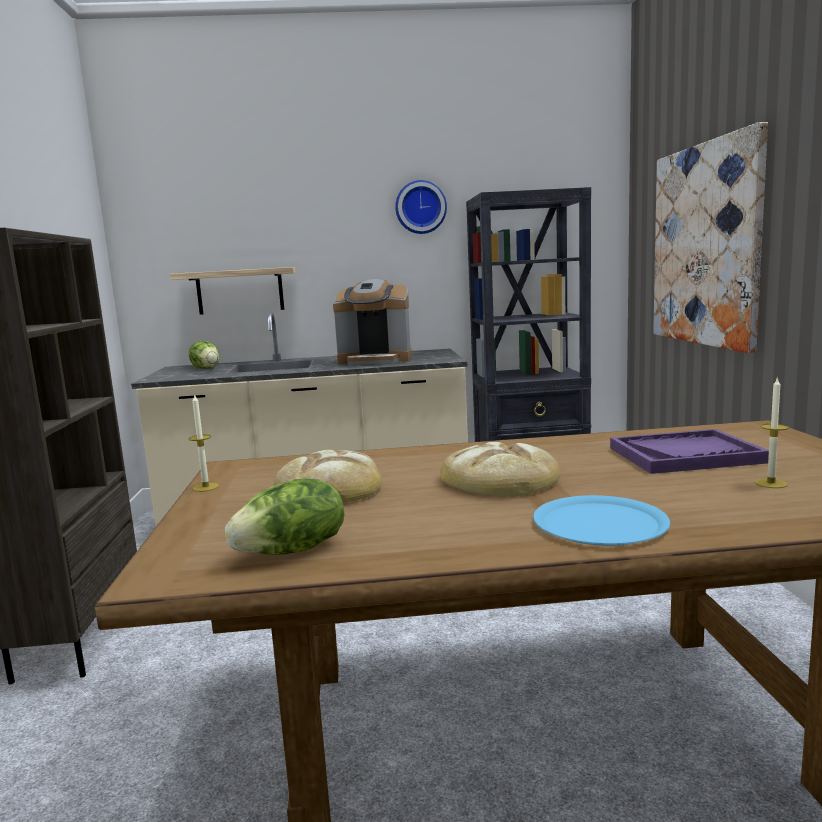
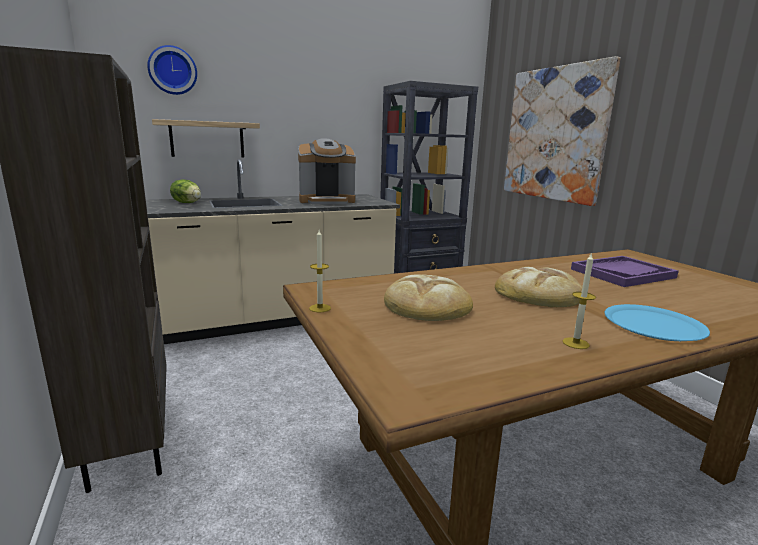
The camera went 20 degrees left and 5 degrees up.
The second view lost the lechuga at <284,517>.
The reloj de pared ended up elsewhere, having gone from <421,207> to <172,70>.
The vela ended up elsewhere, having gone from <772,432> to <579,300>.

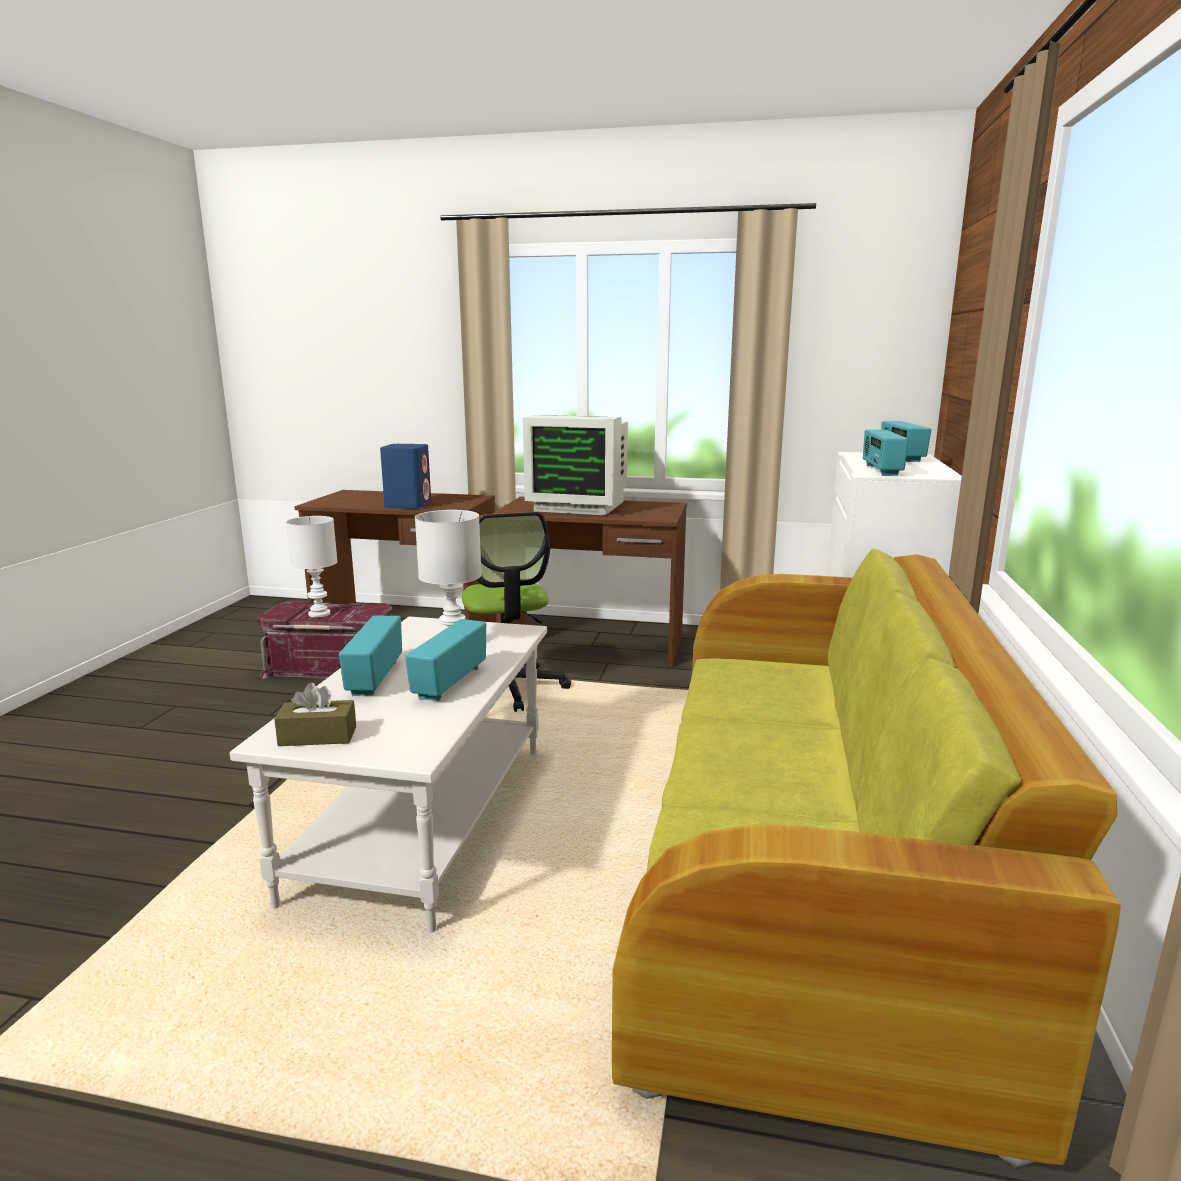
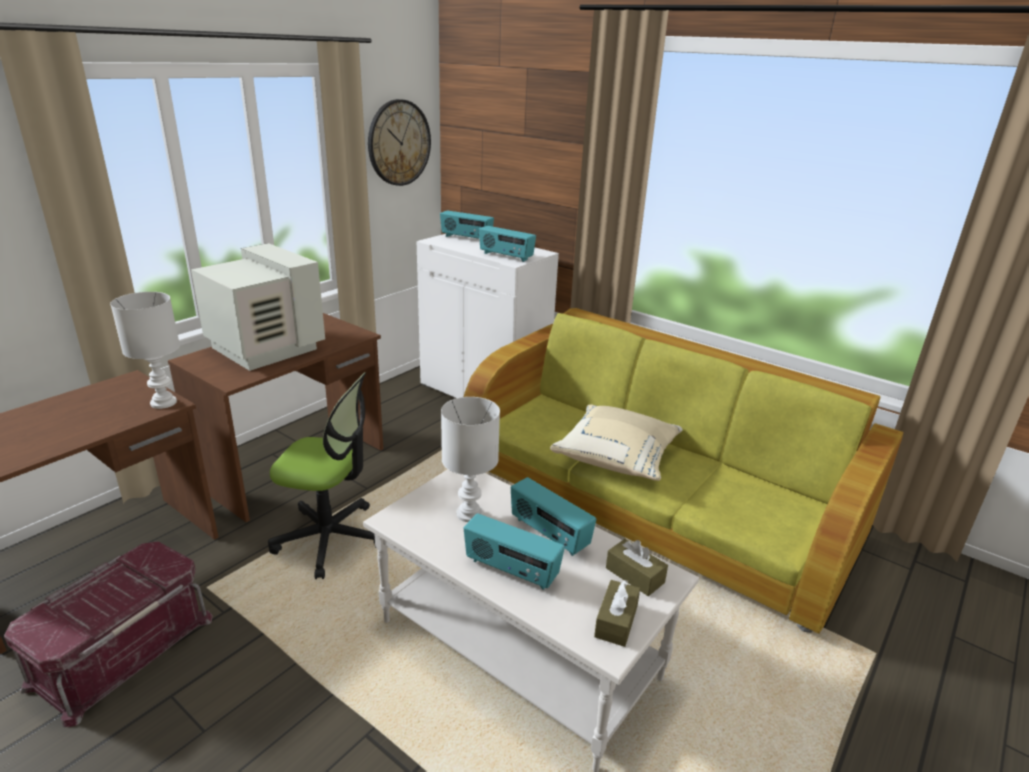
The camera went 65 degrees left and 10 degrees up.
The second view lost the altavoz/azul at <405,476>.
The second view gained the reloj de pared at <399,142>.
The second view gained the cojín/beis at <616,442>.
The second view gained the caja de pañuelos/marrón at <637,567>.
The lámpara de mesa/blanco ended up elsewhere, having gone from <312,567> to <145,350>.
The monitor at <575,465> ended up facing another way, 90 degrees counterclockwise from before.

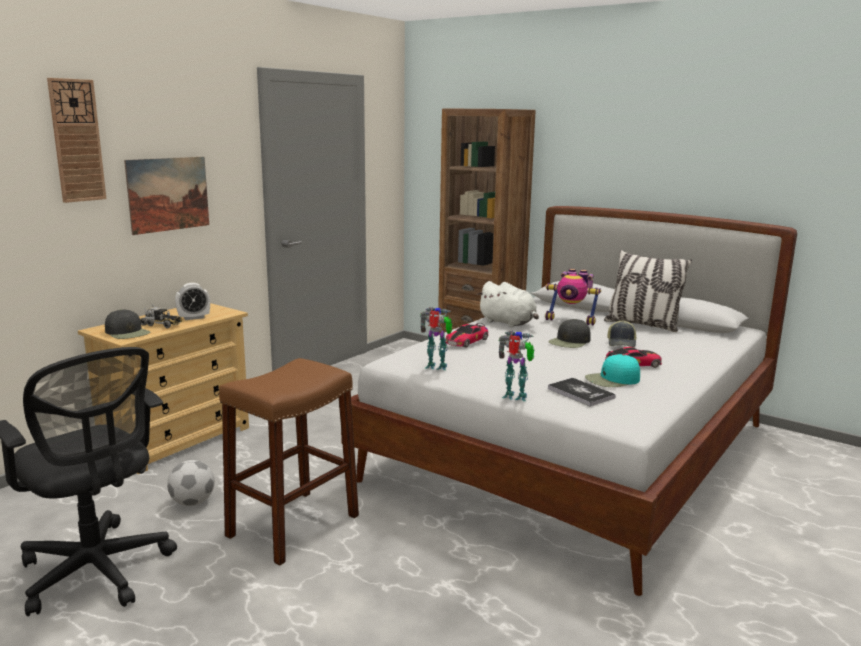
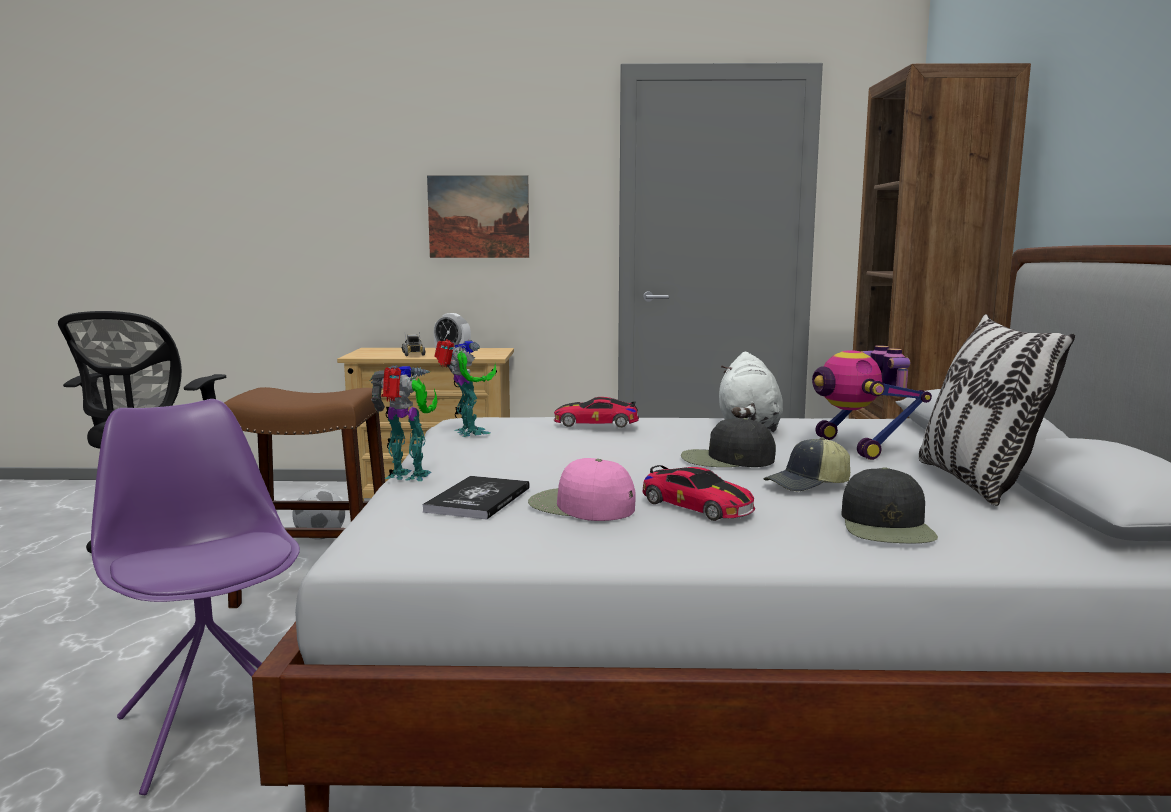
The camera went 55 degrees right and 5 degrees down.
The second view lost the reloj de pared at <76,140>.
The second view gained the silla/morado at <195,597>.
The gorra/negro ended up elsewhere, having gone from <127,324> to <889,505>.
What was the gorra/turquesa at <612,370> turned into the gorra/rosa at <582,489>.
The robot de juguete at <516,366> ended up facing another way, 60 degrees counterclockwise from before.

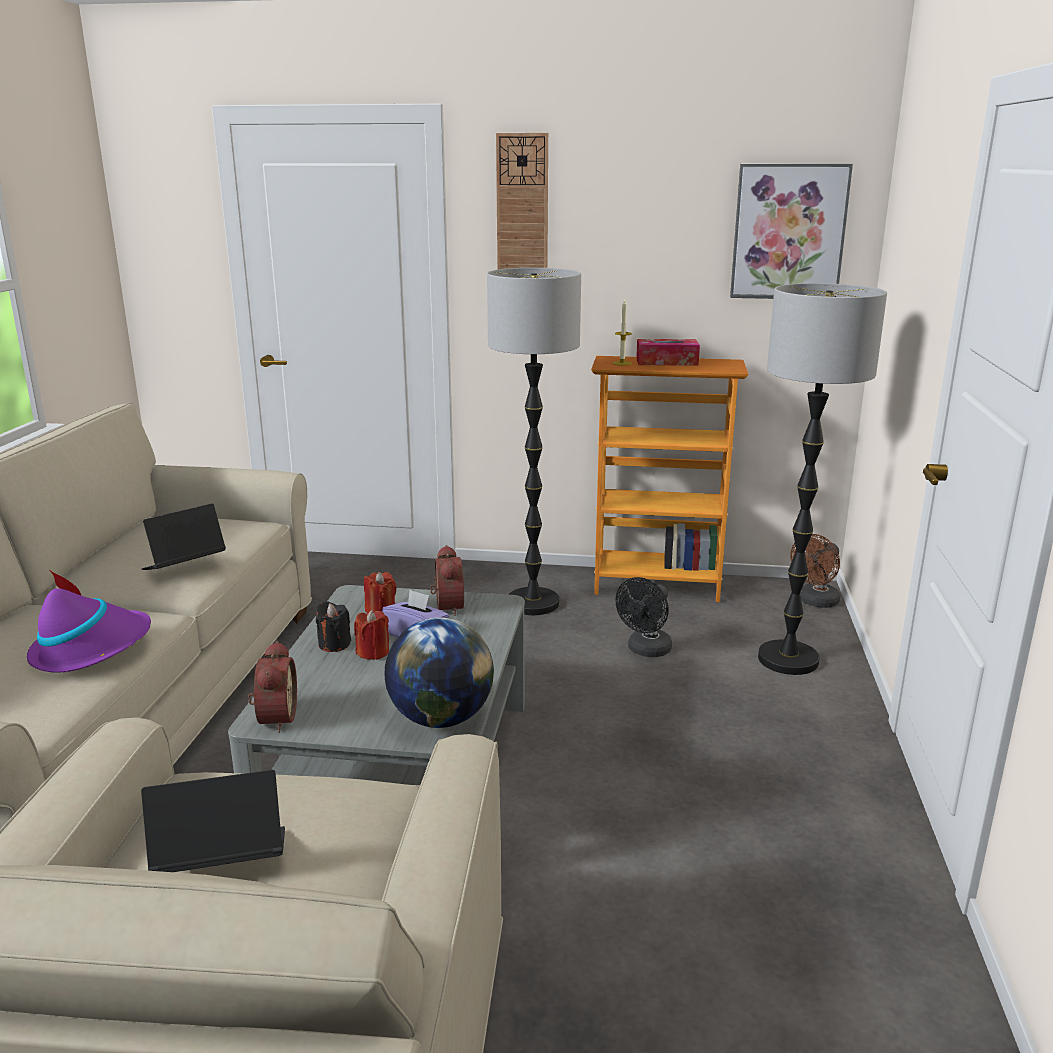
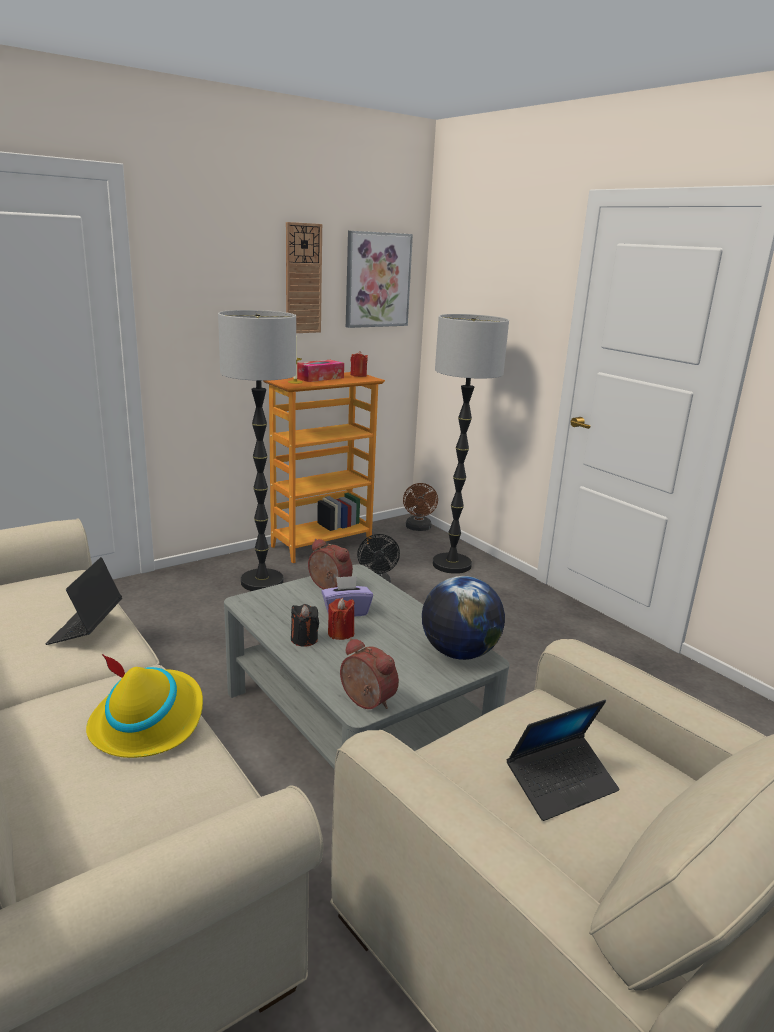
The camera went 45 degrees left and 0 degrees up.
The vela/rojo ended up elsewhere, having gone from <380,592> to <359,364>.
The reloj de pared ended up elsewhere, having gone from <522,201> to <304,277>.
What was the sombrero/morado at <89,621> turned into the sombrero/amarillo at <144,706>.
The portátil at <213,821> ended up facing another way, 150 degrees counterclockwise from before.

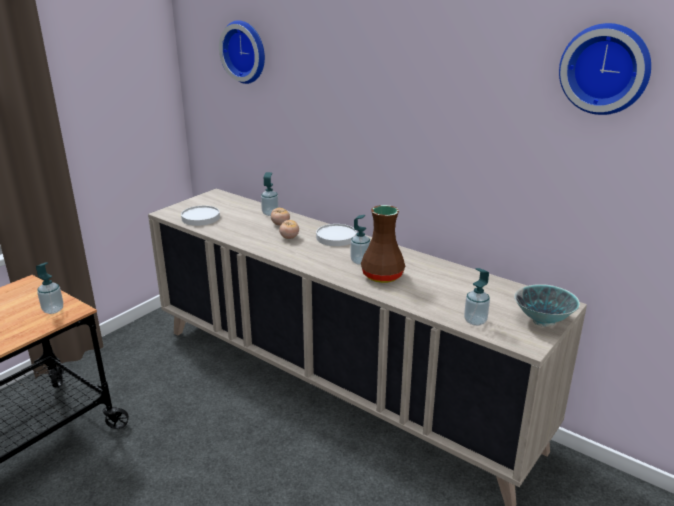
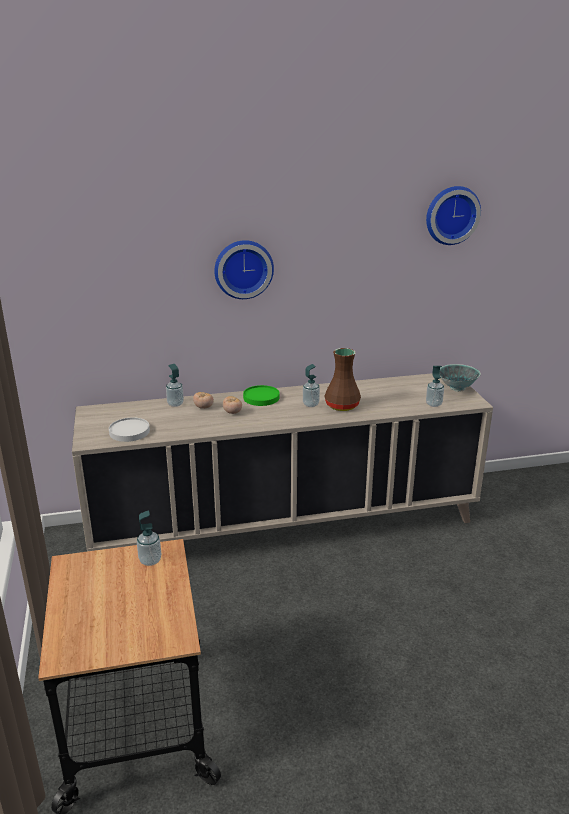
The camera went 50 degrees left and 0 degrees up.
The reloj de pared ended up elsewhere, having gone from <242,52> to <244,269>.
What was the plato/blanco at <336,235> turned into the plato/verde at <261,395>.

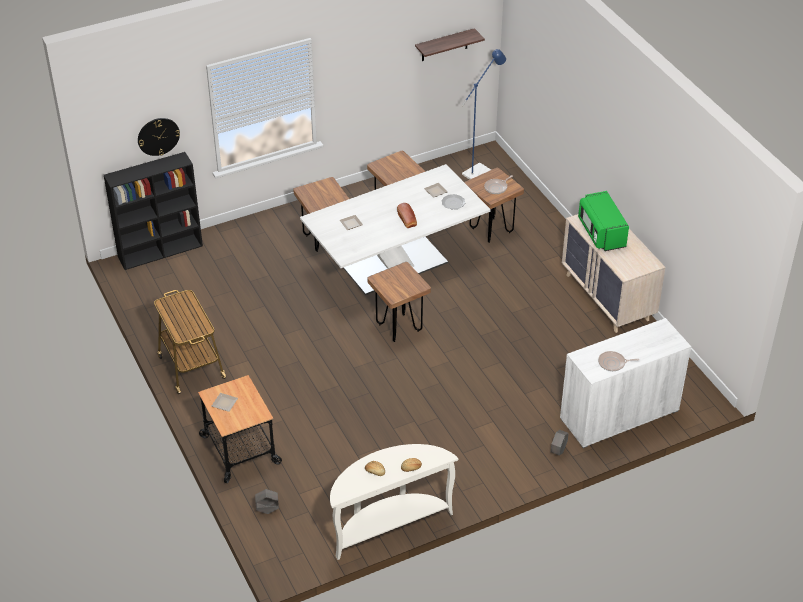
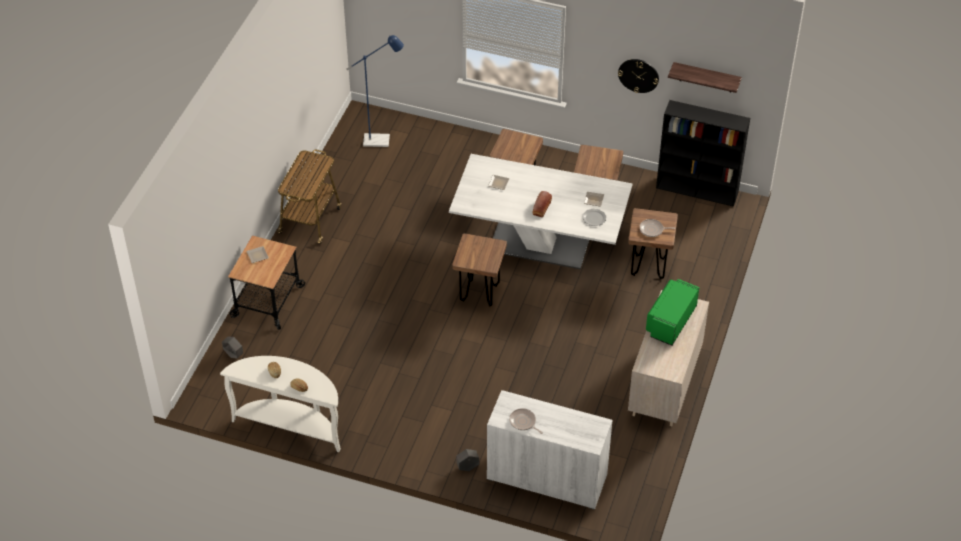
The camera went 45 degrees right and 5 degrees up.
The estantería/negro ended up elsewhere, having gone from <153,211> to <703,153>.
The reloj de pared ended up elsewhere, having gone from <159,137> to <638,76>.
The lámpara de pie/azul ended up elsewhere, having gone from <484,114> to <375,91>.

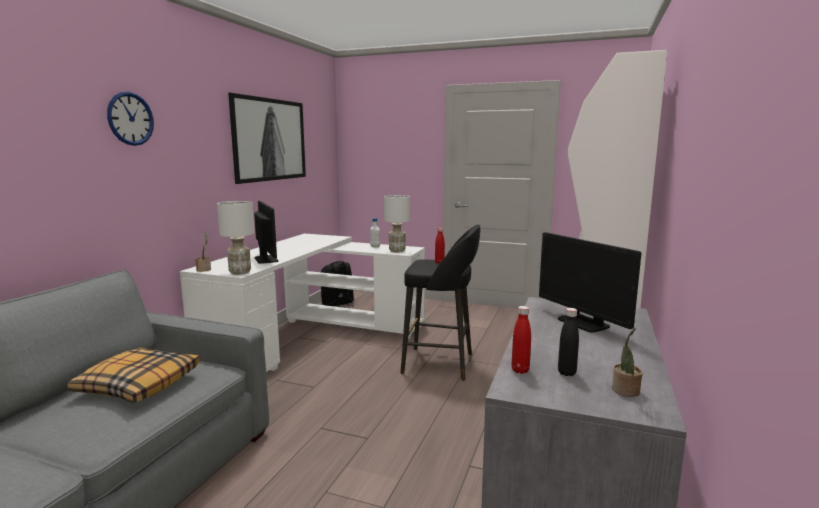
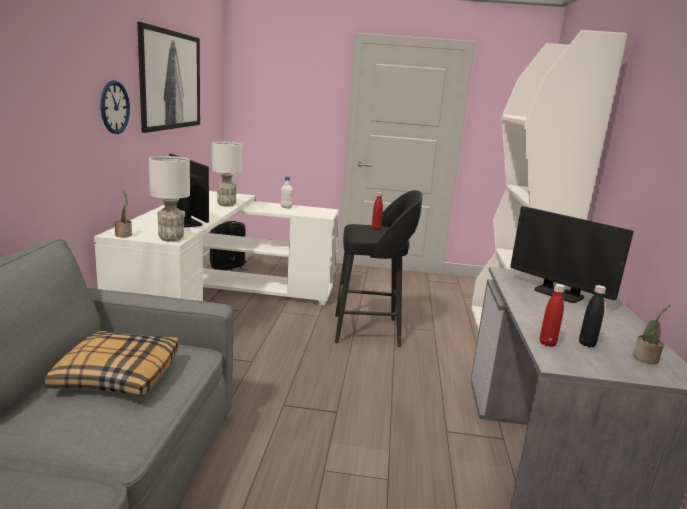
The camera went 15 degrees left and 5 degrees up.
The reloj de pared ended up elsewhere, having gone from <130,119> to <115,107>.
The lámpara de mesa/blanco ended up elsewhere, having gone from <397,223> to <227,174>.

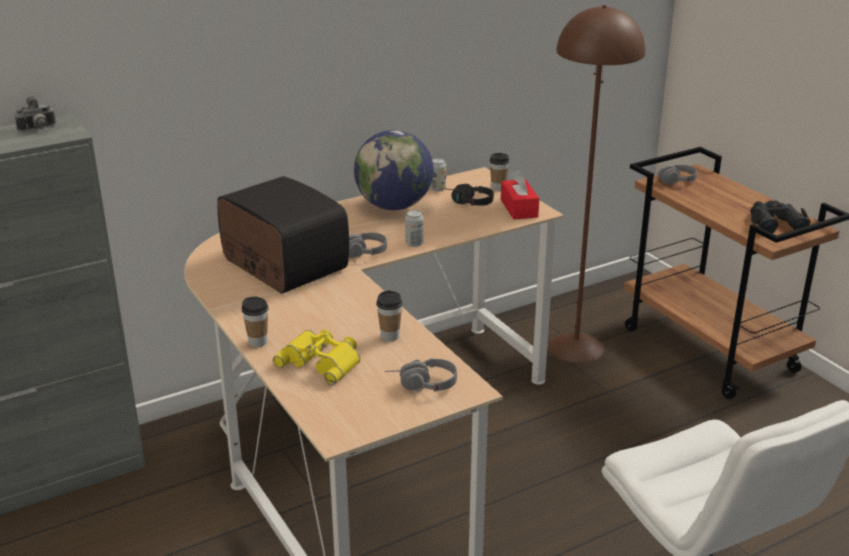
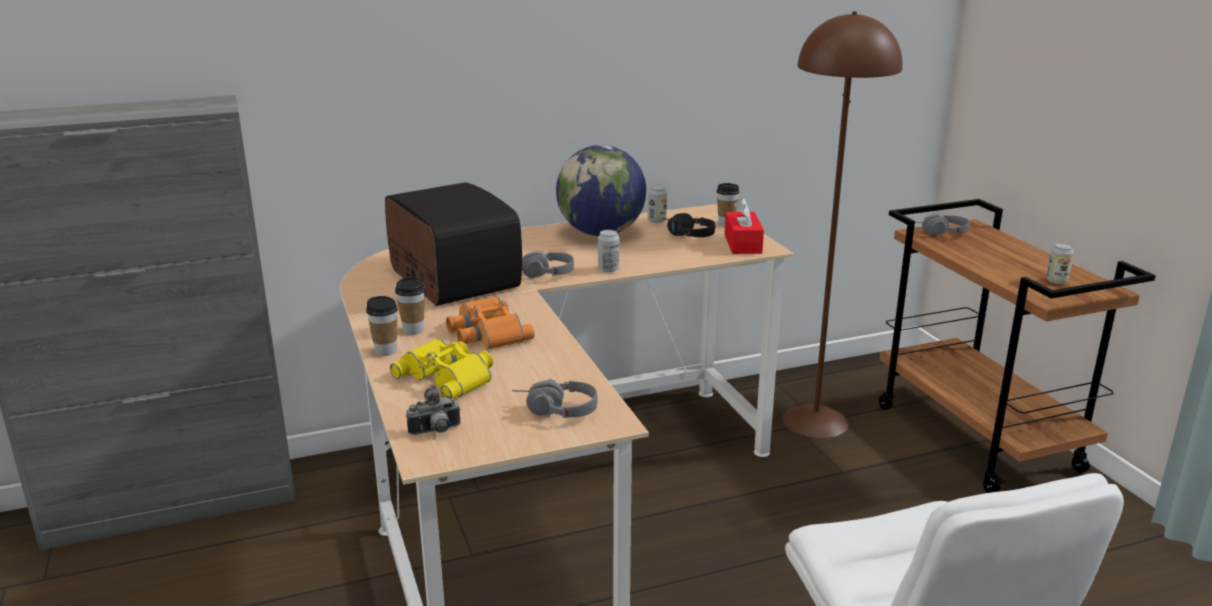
The camera went 10 degrees right and 5 degrees down.
The second view gained the prismáticos/naranja at <490,323>.
The cámara ended up elsewhere, having gone from <35,114> to <433,410>.
The taza ended up elsewhere, having gone from <389,315> to <410,306>.
Where the prismáticos/negro stood at <780,216>, the lata came to stand at <1060,263>.

